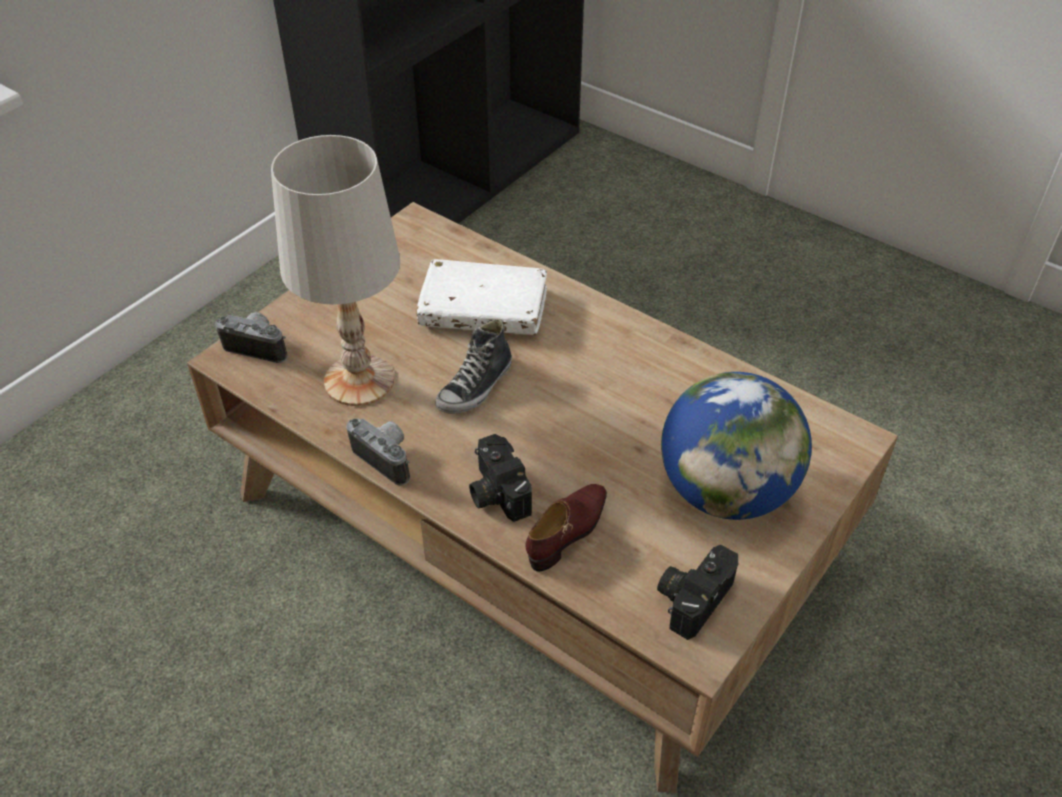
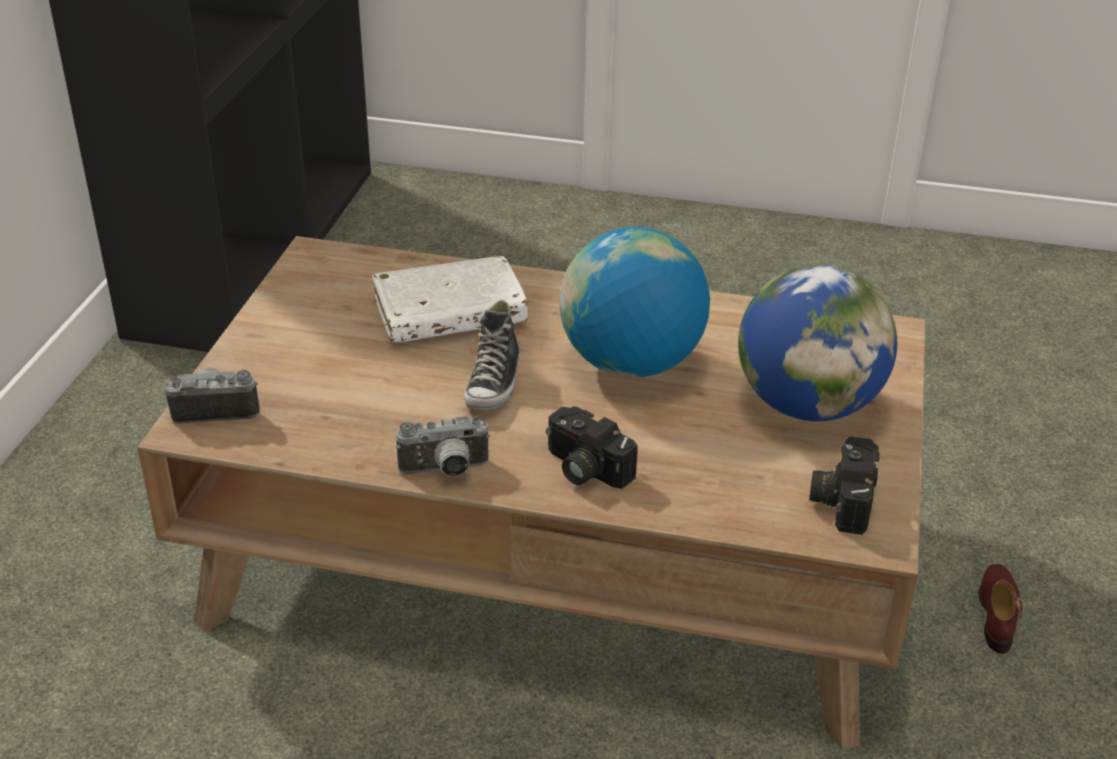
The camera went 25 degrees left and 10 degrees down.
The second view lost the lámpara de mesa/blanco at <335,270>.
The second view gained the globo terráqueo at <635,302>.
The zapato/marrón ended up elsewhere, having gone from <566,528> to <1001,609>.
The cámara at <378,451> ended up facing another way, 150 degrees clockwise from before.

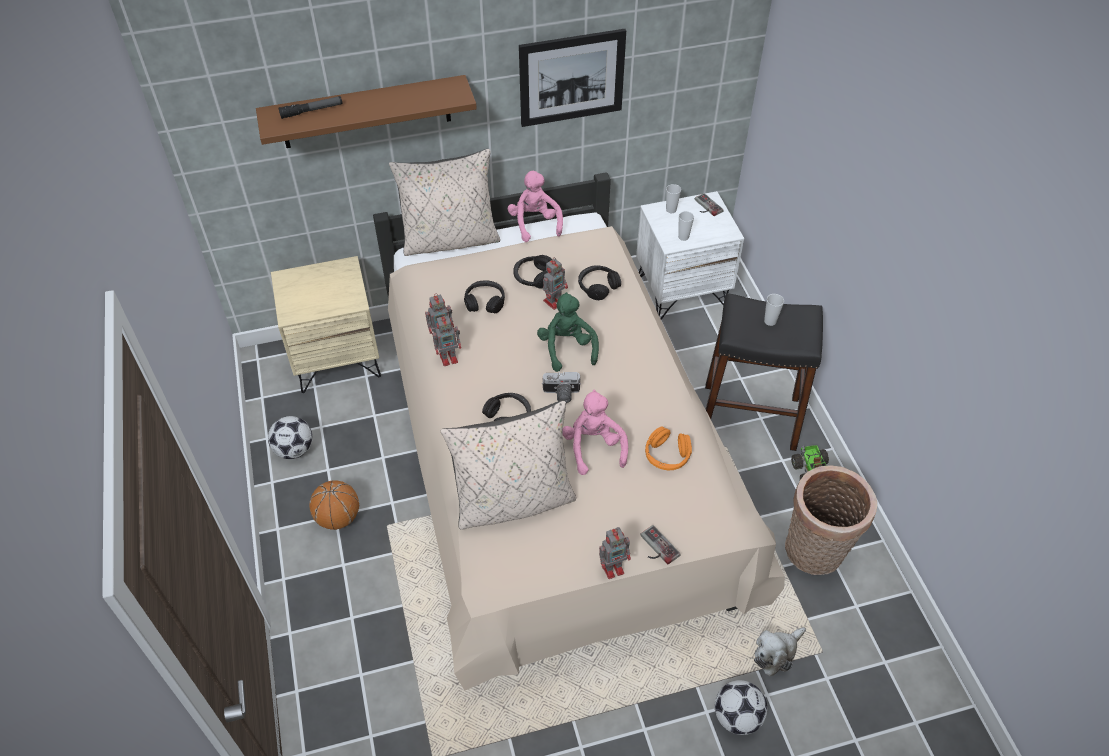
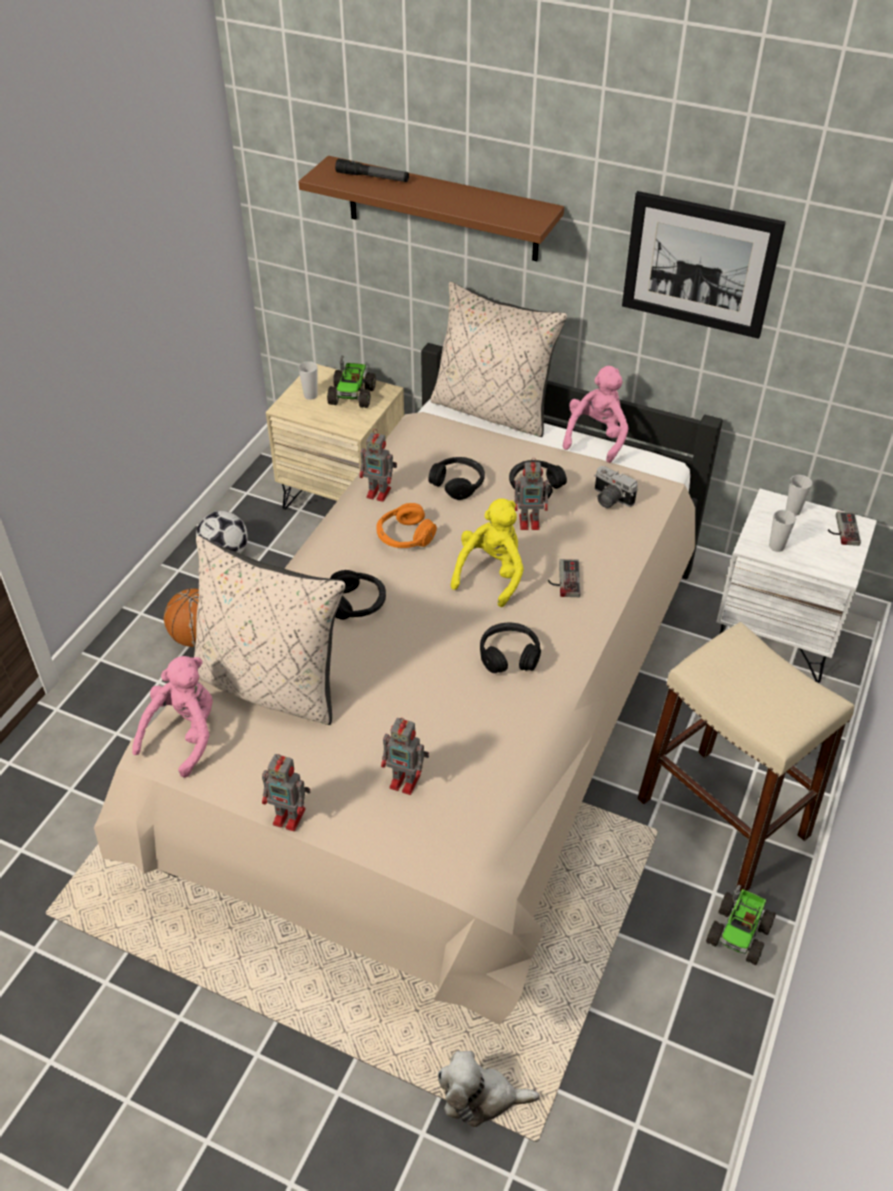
The camera went 40 degrees right and 5 degrees down.
The second view lost the balón de fútbol at <741,707>.
The second view lost the cesta at <831,520>.
The second view gained the camión de juguete at <351,381>.
The robot de juguete ended up elsewhere, having gone from <446,340> to <405,756>.
The cámara ended up elsewhere, having gone from <561,387> to <616,487>.
The peluche/rosa ended up elsewhere, having gone from <595,432> to <172,717>.
The auriculares/negro ended up elsewhere, having gone from <599,282> to <510,648>.
The mando de consola ended up elsewhere, having gone from <660,544> to <564,578>.
The auriculares/naranja ended up elsewhere, having gone from <668,448> to <406,525>.
The taza ended up elsewhere, having gone from <774,310> to <308,380>.
What was the peluche/verde at <568,332> turned into the peluche/amarillo at <487,553>.
What was the taburete/negro at <764,372> turned into the taburete/beis at <745,757>.

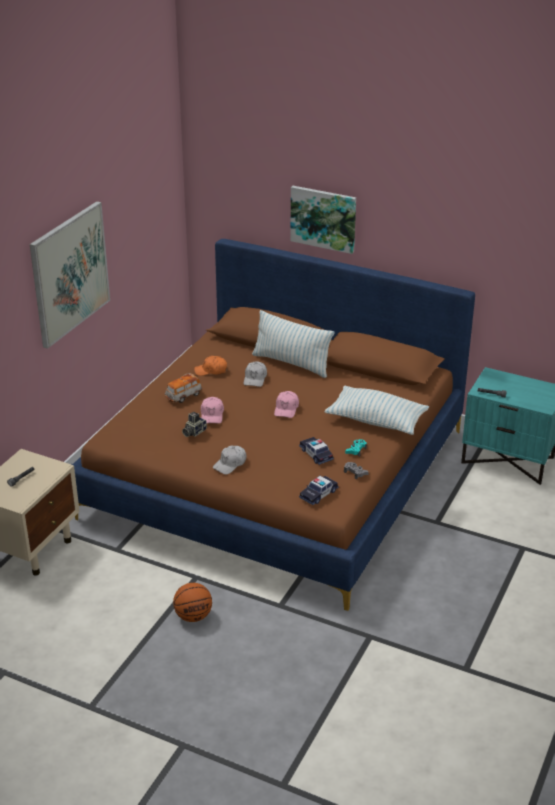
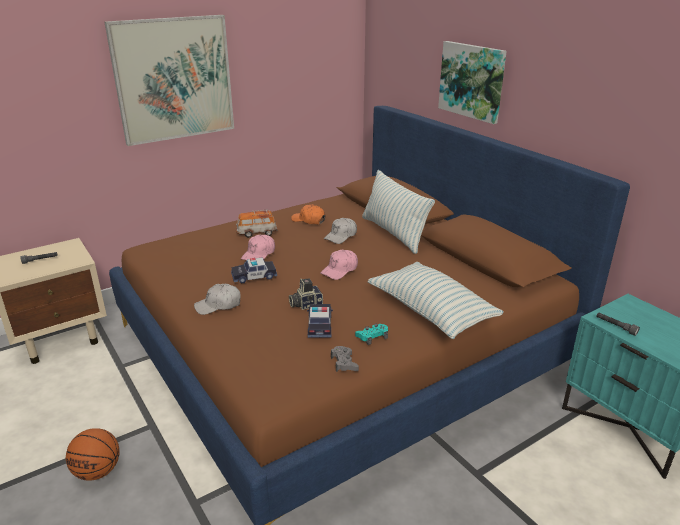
The camera went 30 degrees right and 5 degrees down.
The cámara ended up elsewhere, having gone from <194,424> to <306,294>.
The coche de juguete ended up elsewhere, having gone from <319,490> to <254,270>.

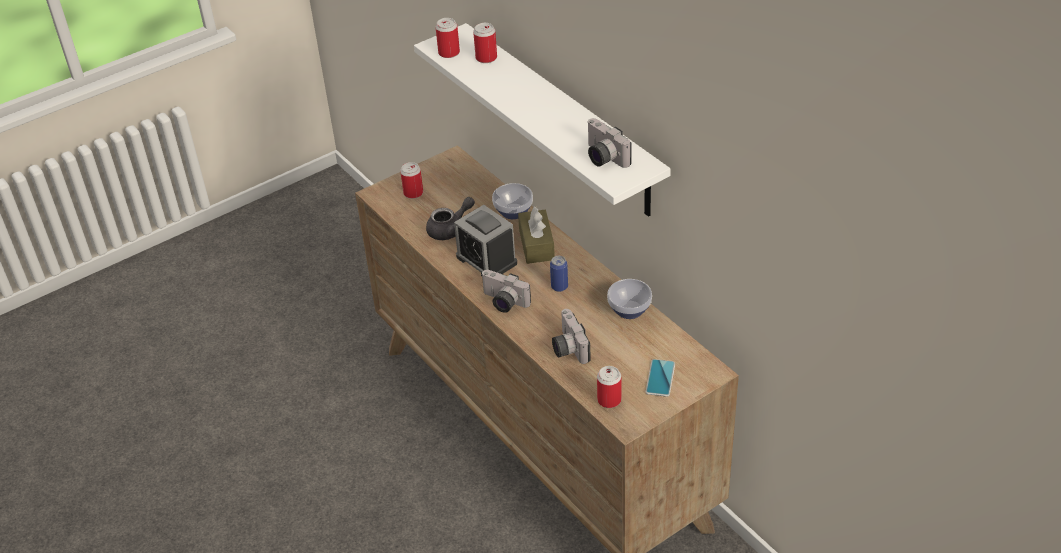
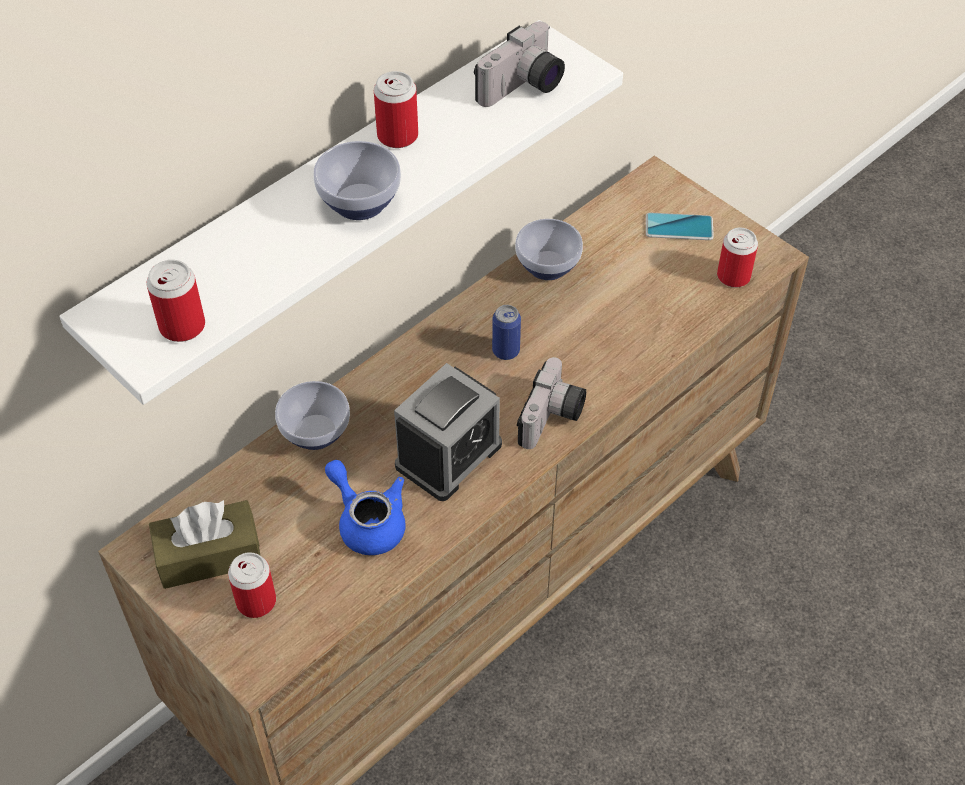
The camera went 100 degrees left and 10 degrees up.
The second view lost the cámara at <571,336>.
The second view gained the cuenco at <357,180>.
The lata ended up elsewhere, having gone from <485,43> to <396,109>.
The caja de pañuelos/marrón ended up elsewhere, having gone from <536,235> to <205,544>.
What was the tetera/gris at <450,218> turned into the tetera/azul at <365,507>.

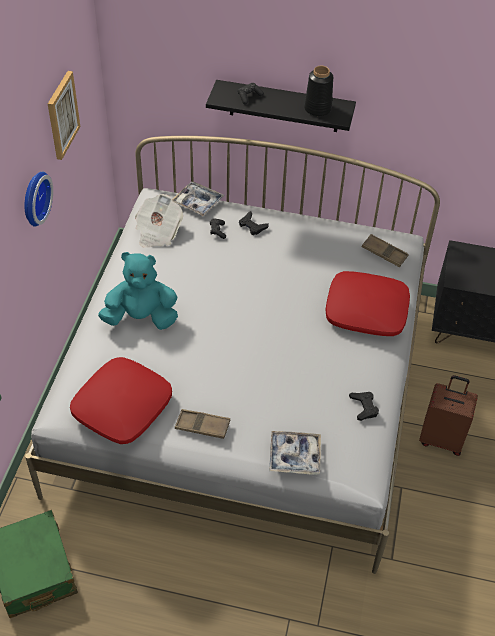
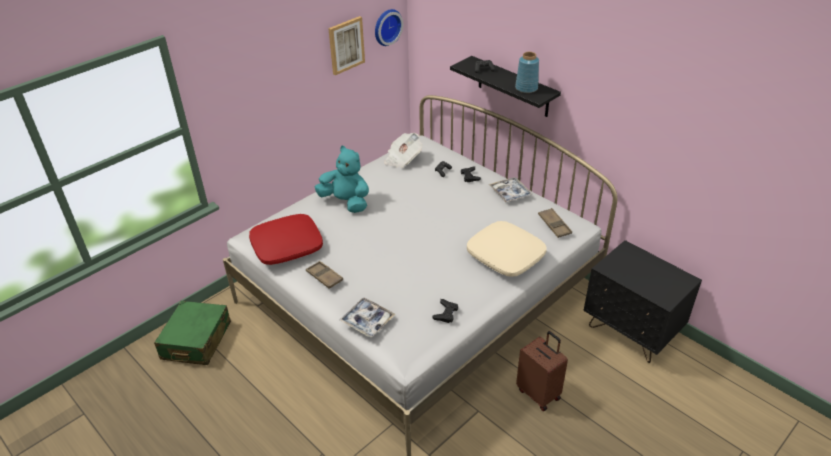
The camera went 35 degrees right and 10 degrees down.
The reloj de pared ended up elsewhere, having gone from <38,199> to <389,27>.
The bandeja ended up elsewhere, having gone from <198,199> to <511,190>.
What was the florero/negro at <318,91> turned into the florero/azul at <527,72>.
What was the cojín/rojo at <368,303> turned into the cojín/beis at <507,249>.

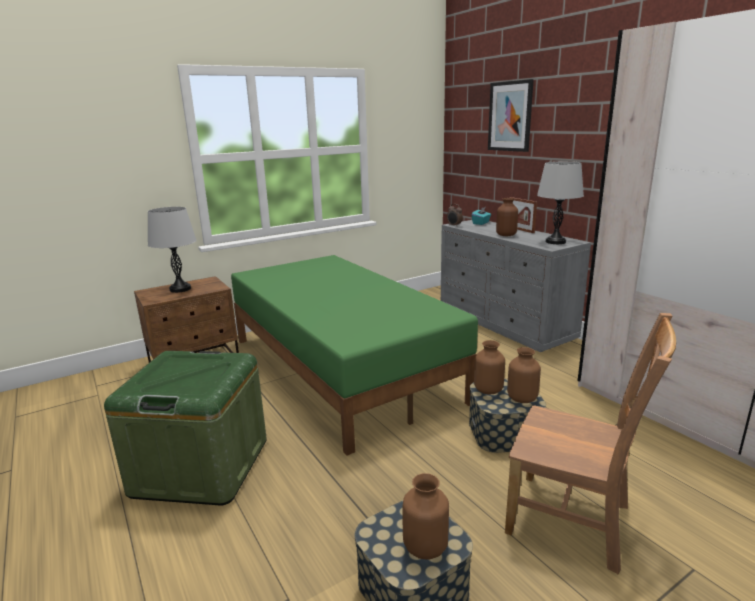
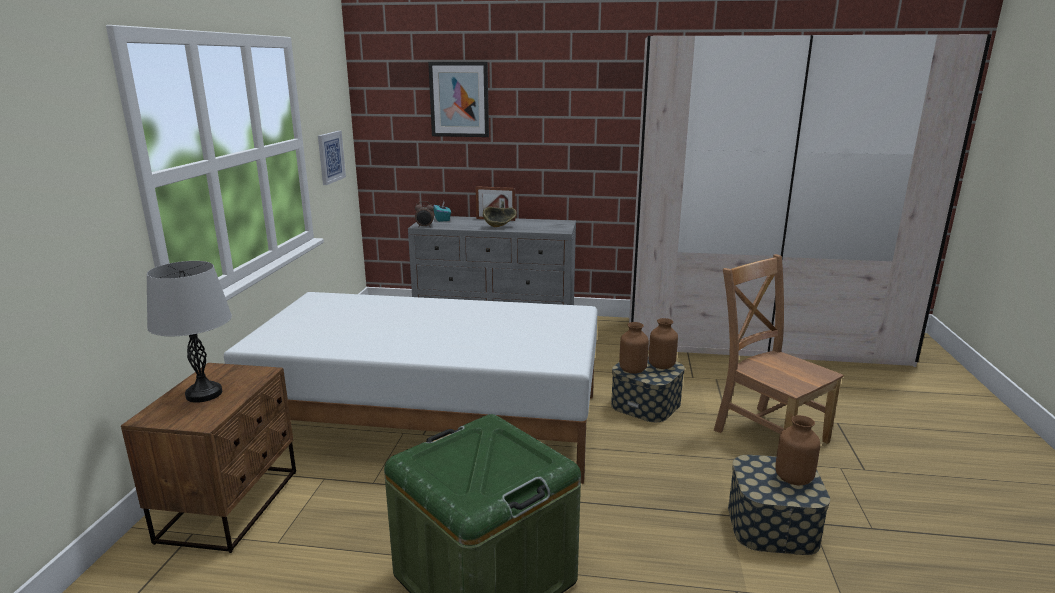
The camera went 50 degrees left and 0 degrees up.
The second view lost the lámpara de mesa/gris at <560,202>.
The second view gained the cuadro at <332,158>.
Where the florero/marrón stood at <507,217>, the cuenco came to stand at <500,217>.
What was the cama/verde at <354,355> turned into the cama/blanco at <411,388>.
The silla/marrón at <590,443> ended up facing another way, 105 degrees counterclockwise from before.

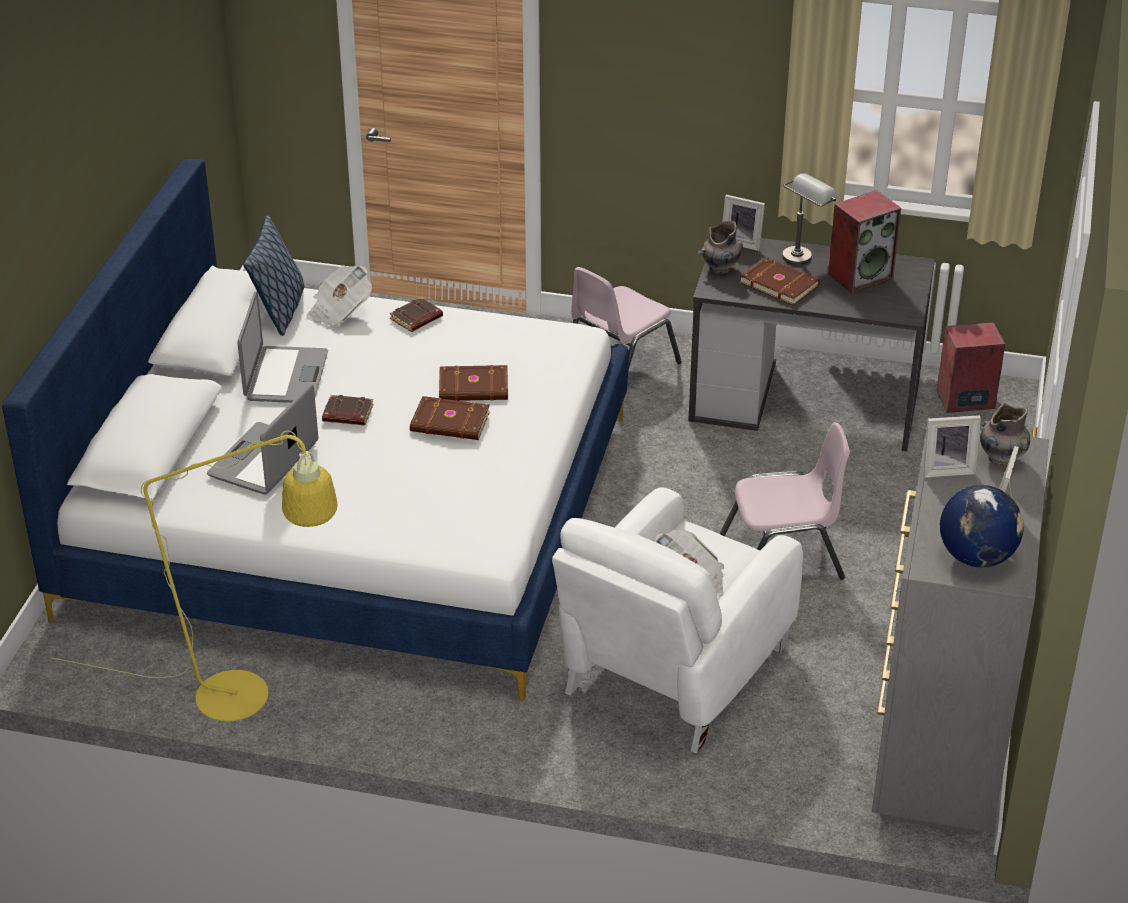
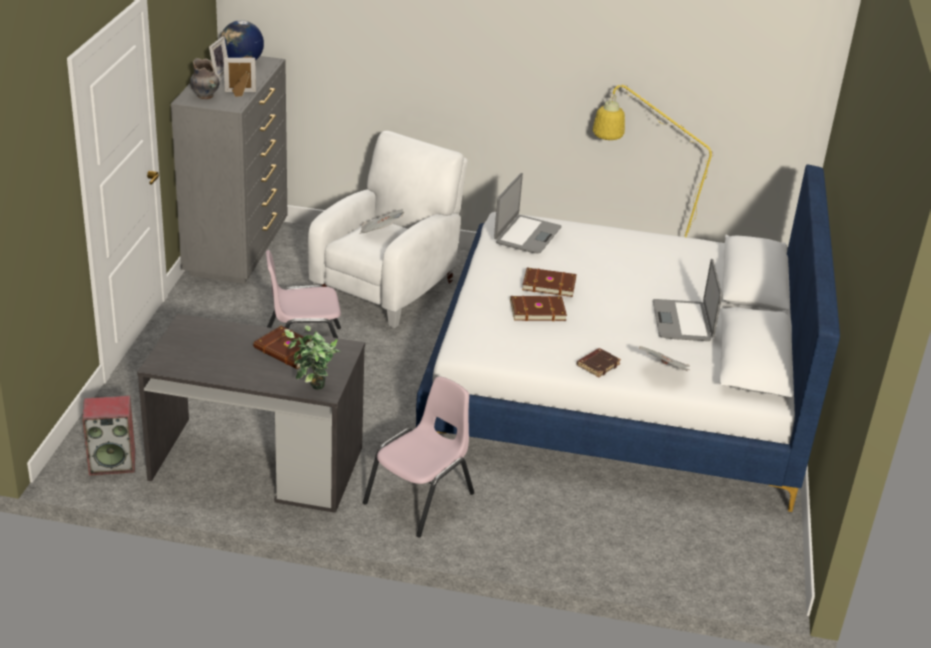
The camera went 175 degrees right and 5 degrees down.
The second view lost the cojín at <274,275>.
The second view lost the libro/marrón at <347,410>.
The second view lost the florero/gris at <720,247>.
The second view lost the lámpara de mesa/gris at <809,219>.
The second view lost the altavoz at <864,241>.
The portátil ended up elsewhere, having gone from <262,439> to <528,213>.
Where the portarretratos stood at <743,223>, the planta en maceta came to stand at <313,357>.

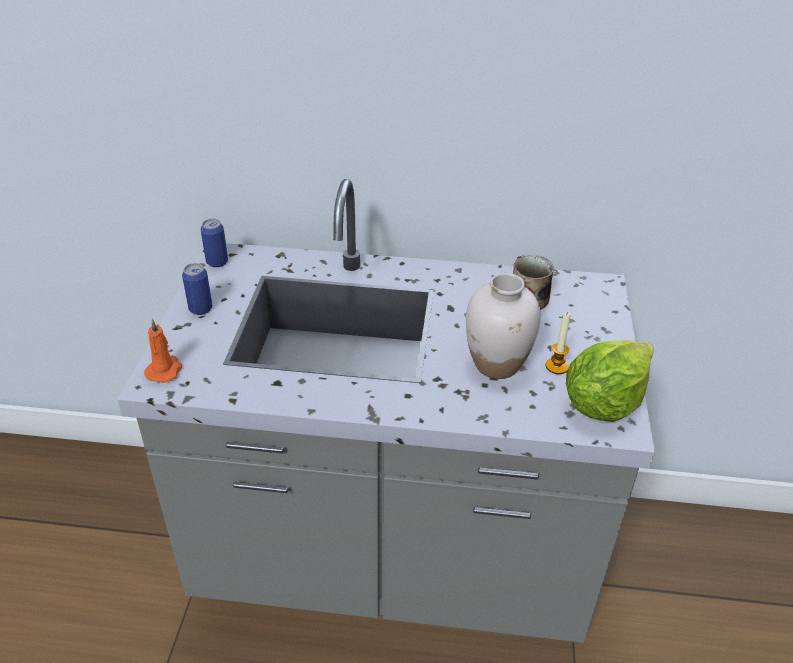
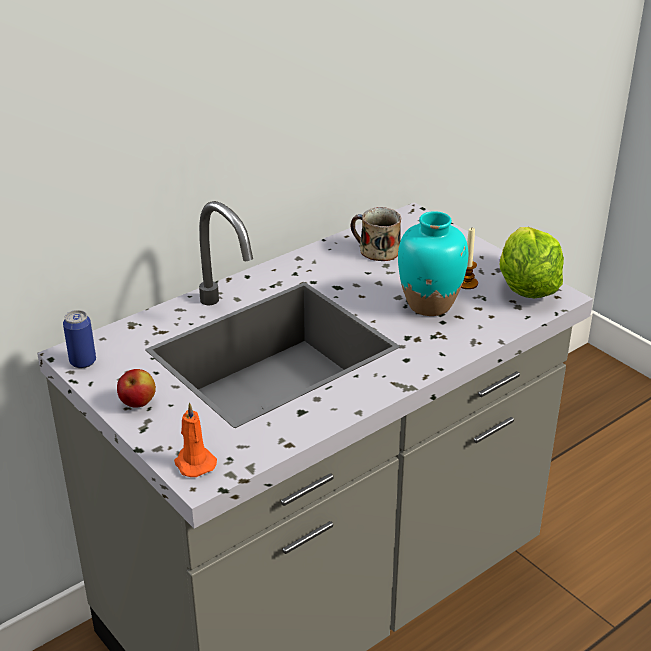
The camera went 45 degrees left and 5 degrees down.
Where the lata stood at <197,289>, the manzana came to stand at <136,388>.
What was the florero/blanco at <503,326> turned into the florero/turquesa at <433,263>.

